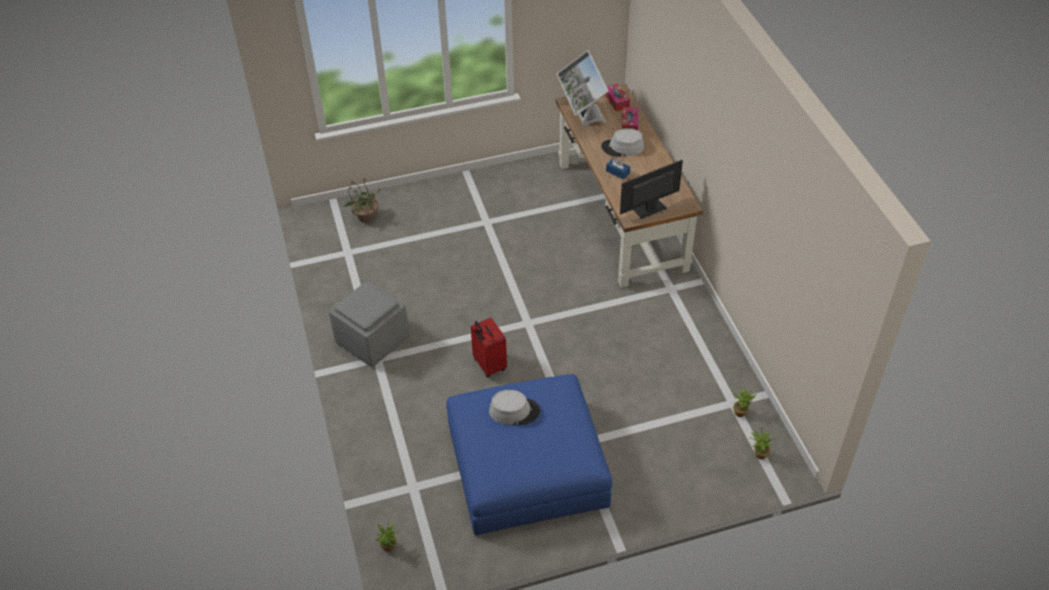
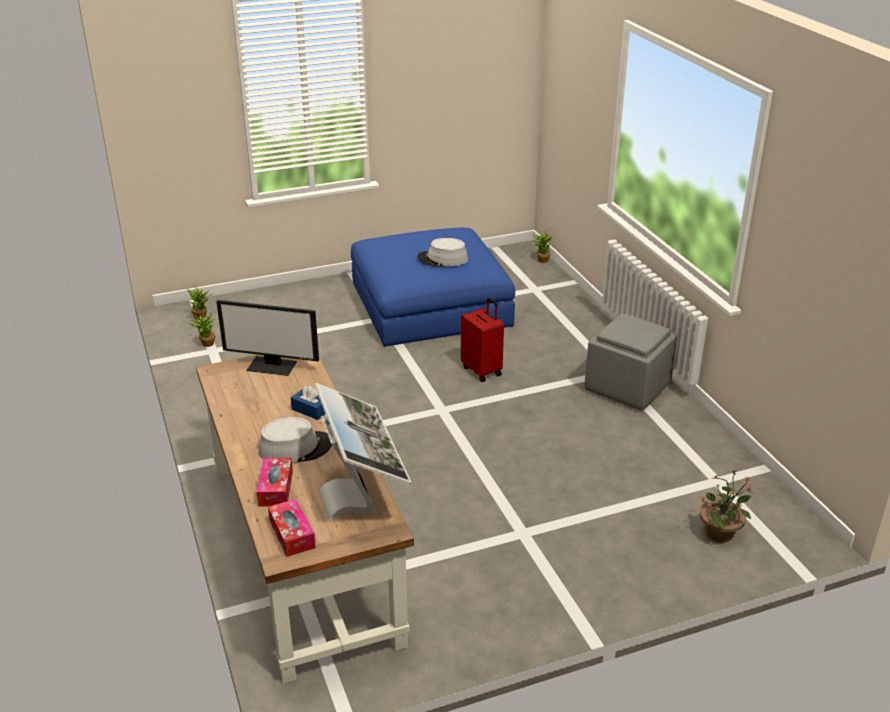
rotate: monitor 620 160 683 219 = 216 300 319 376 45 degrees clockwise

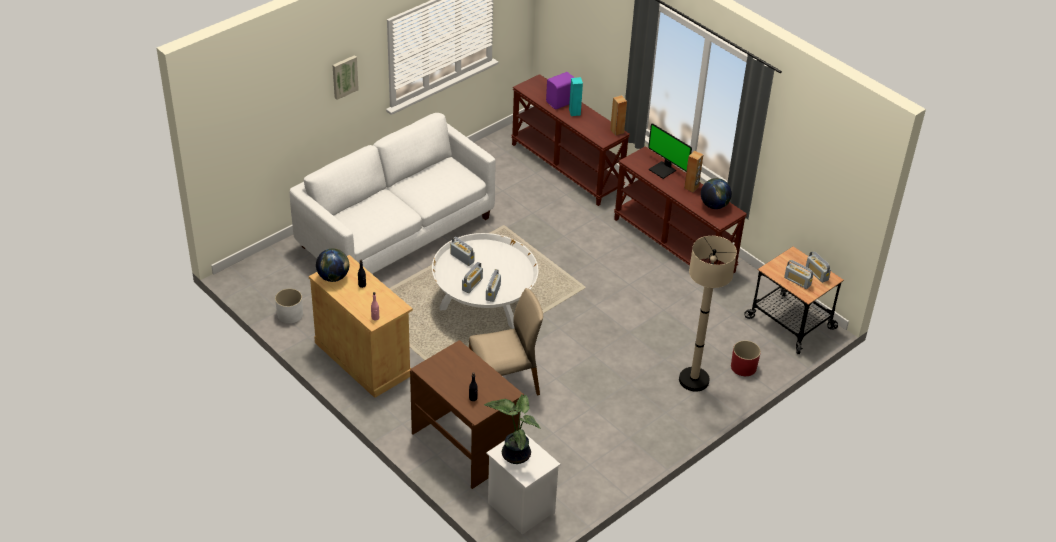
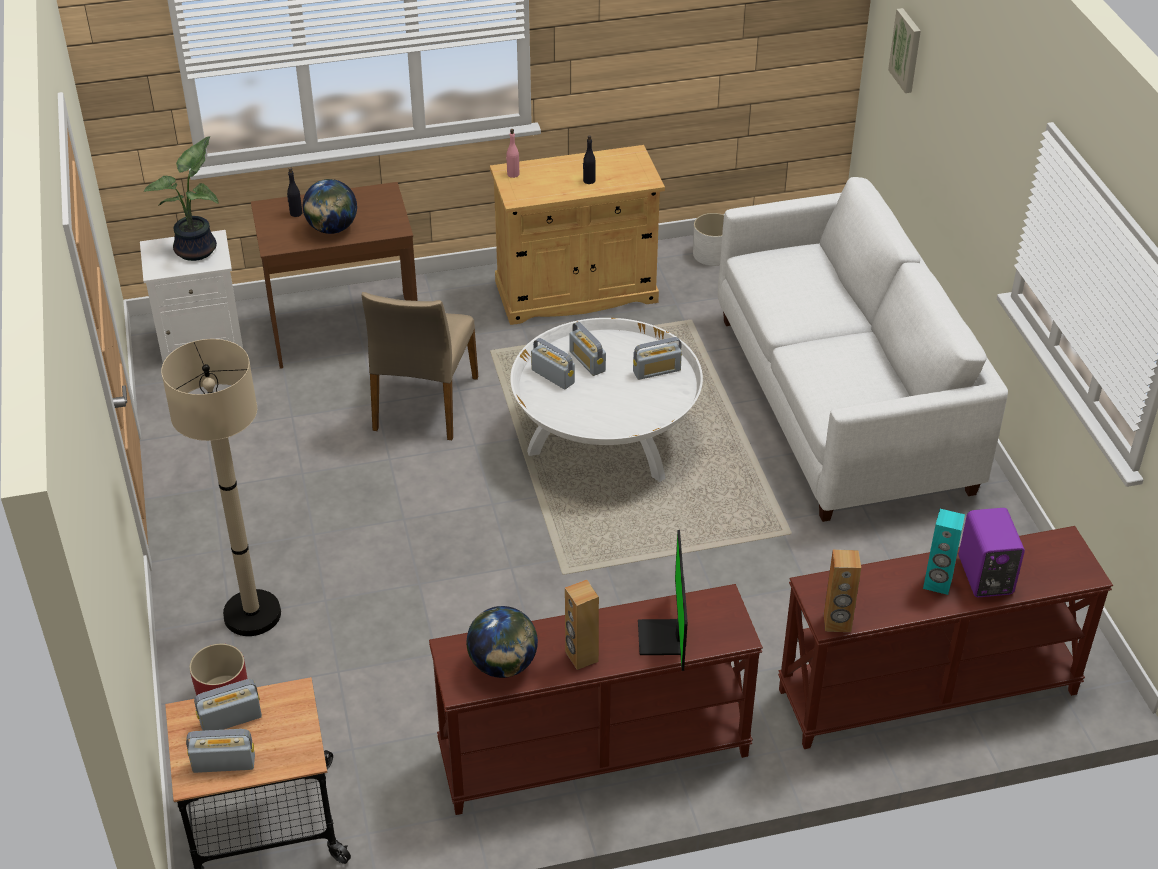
move: globo terráqueo 316 248 349 282 to 303 179 357 234; cuadro 333 55 359 100 to 888 8 921 93
rotate: monitor 648 123 692 179 = 638 530 688 671 75 degrees counterclockwise

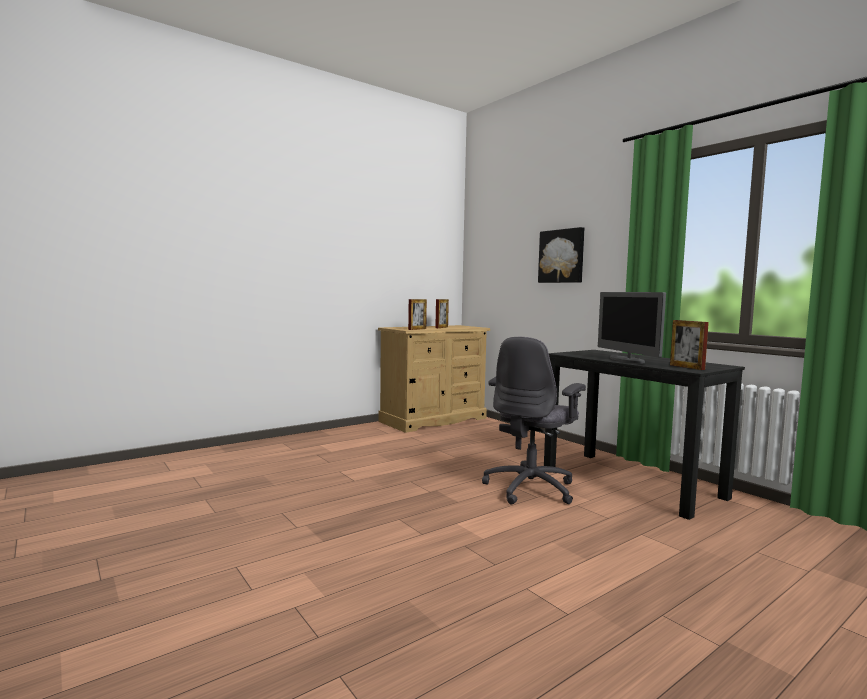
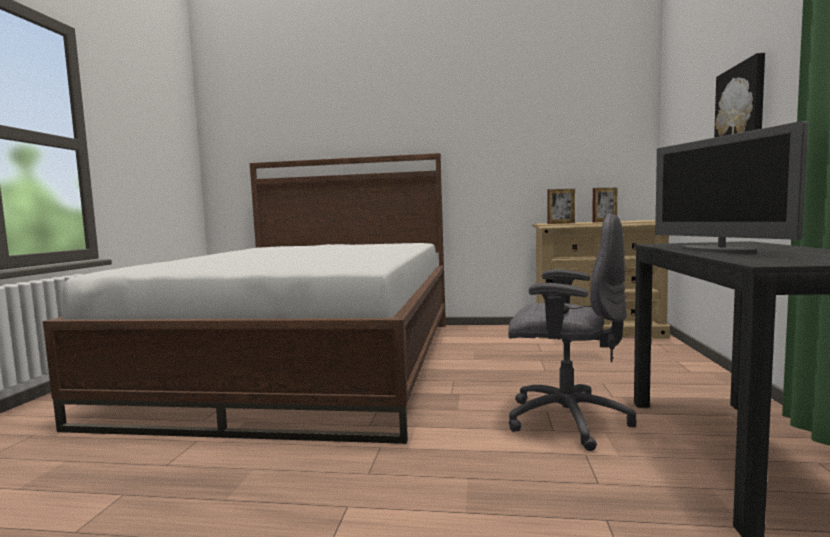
delete: portarretratos 670 320 709 370
insert: cama 43 153 446 444
rotate: silla de oficina [gris] 482 337 586 505 = 508 213 636 451 150 degrees counterclockwise; monitor 598 292 666 363 = 655 121 808 253 45 degrees counterclockwise

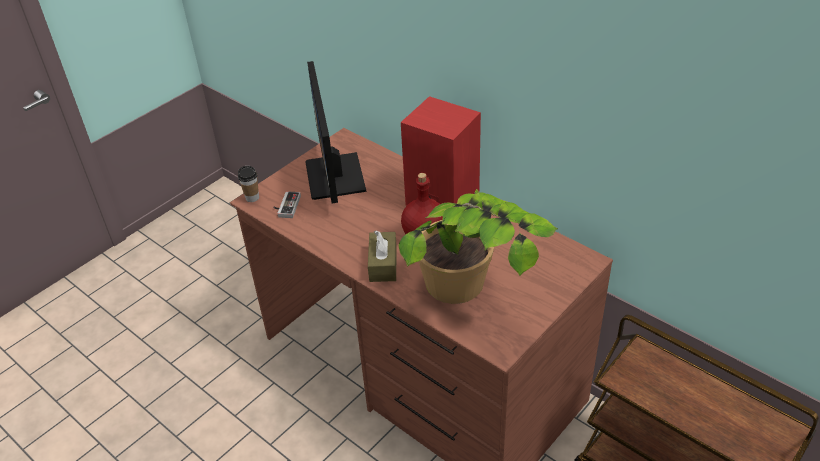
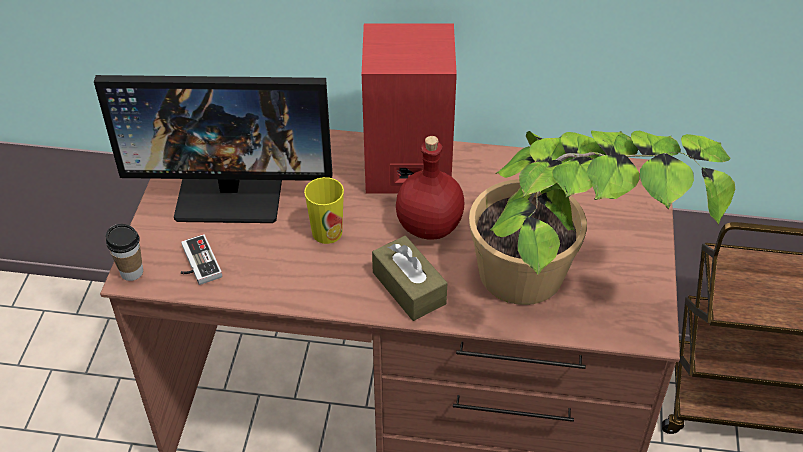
insert: taza 304 177 344 244
rotate: monitor 305 61 366 204 = 94 75 332 223 45 degrees counterclockwise

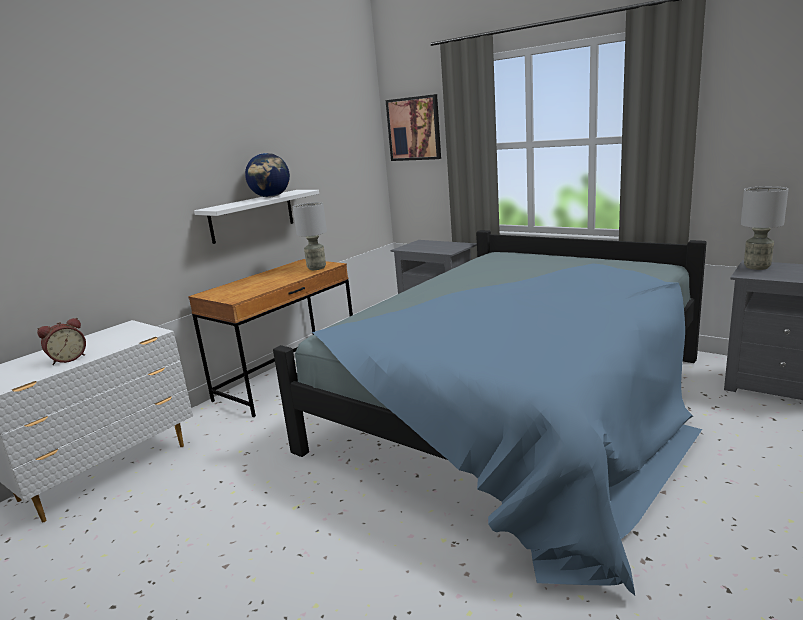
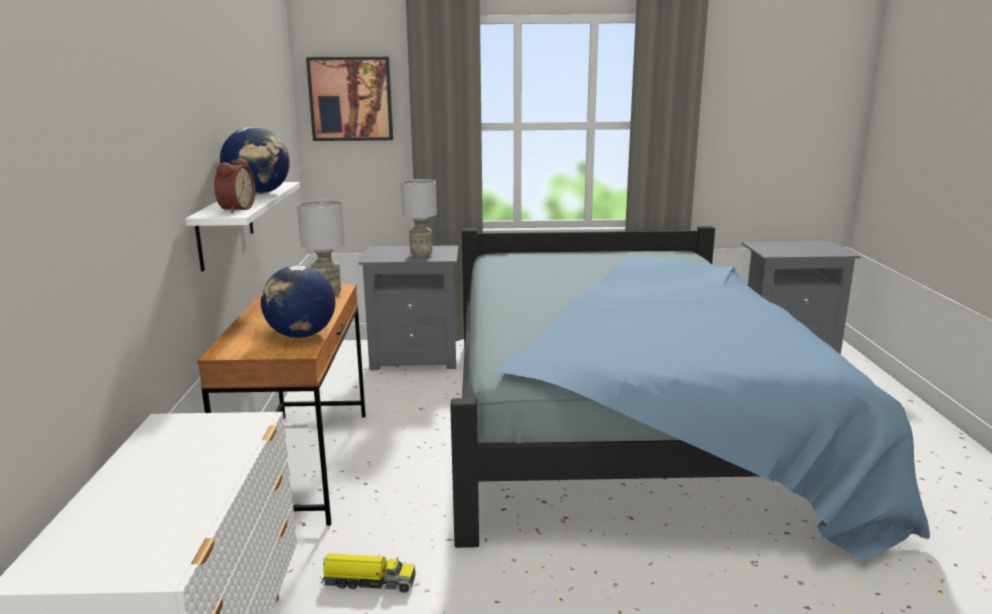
insert: globo terráqueo 261 266 335 338; camión de juguete 320 553 416 593
move: despertador 37 318 86 365 to 214 158 256 213; lámpara de mesa [gris] 741 186 788 270 to 401 179 437 257

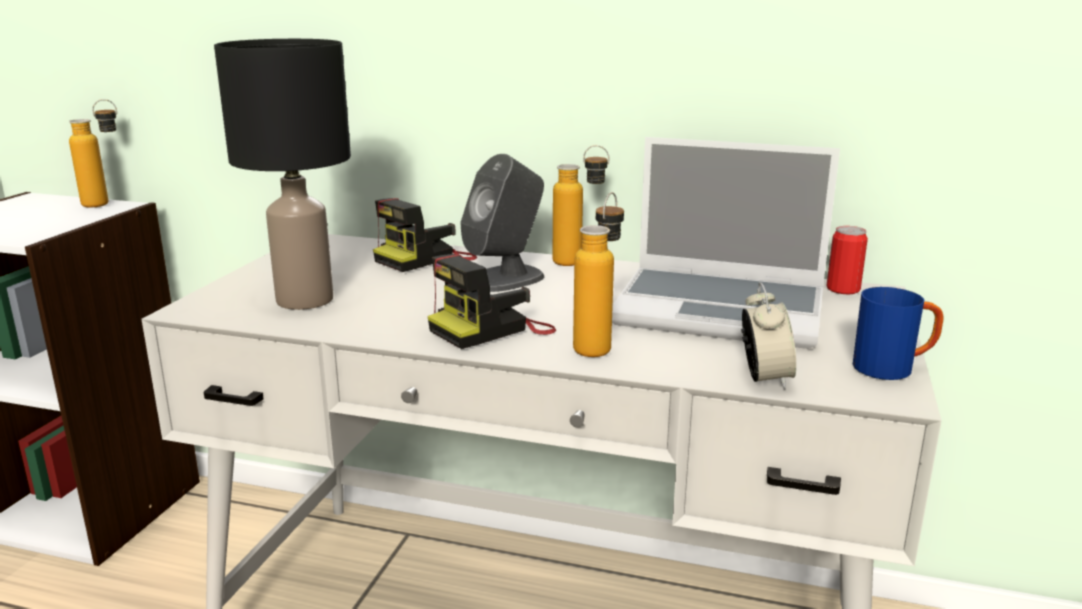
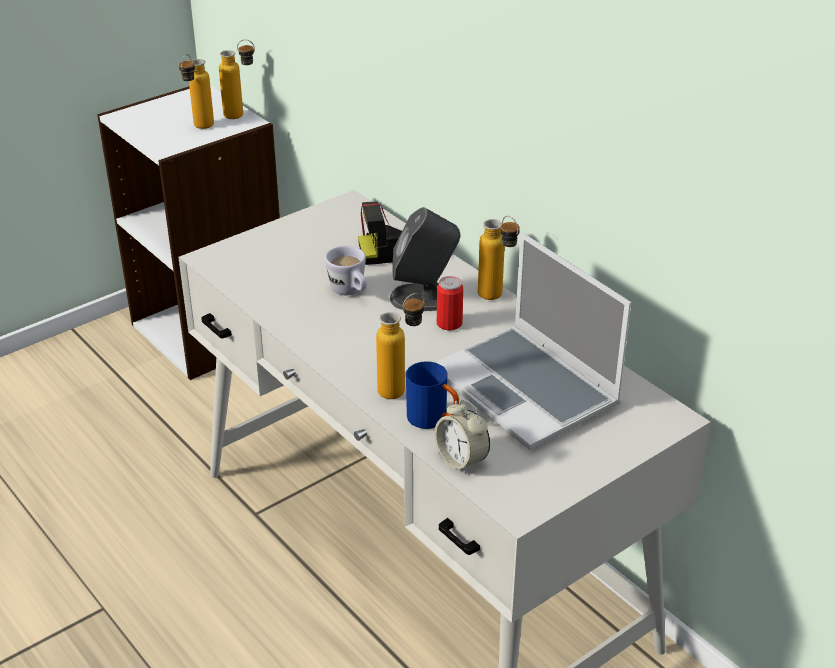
delete: lámpara de mesa [negro] 214 39 351 310; cámara 427 254 556 349
insert: botella 179 54 214 129; taza grande [blanco] 325 246 367 295
move: taza grande [azul] 853 287 943 380 to 406 361 459 429; lata 826 226 868 294 to 437 276 463 330
rotate: despertador 741 282 796 390 = 435 398 490 474 105 degrees clockwise

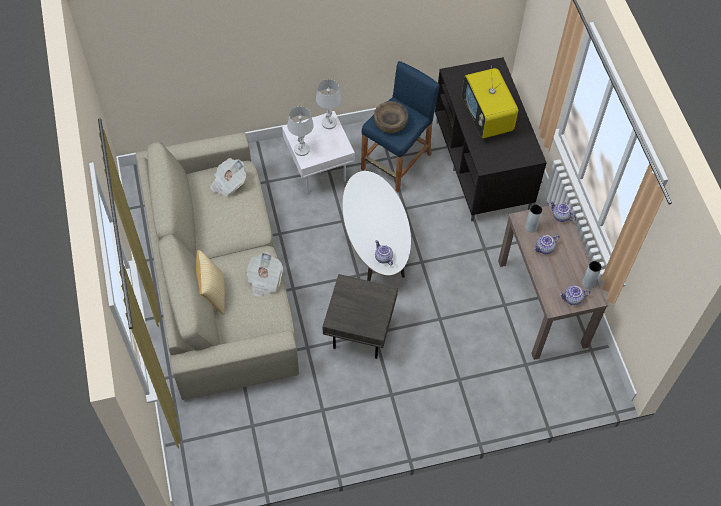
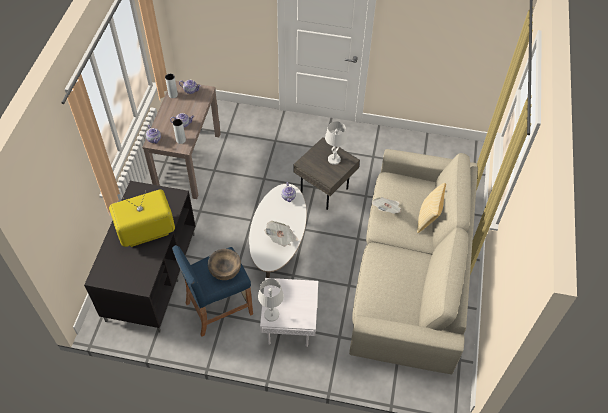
move: periódico 210 158 246 197 to 264 221 298 247; lámpara de mesa [blanco] 287 106 314 156 to 325 121 347 165
rotate: televisor 462 65 518 139 = 109 189 175 247 120 degrees counterclockwise

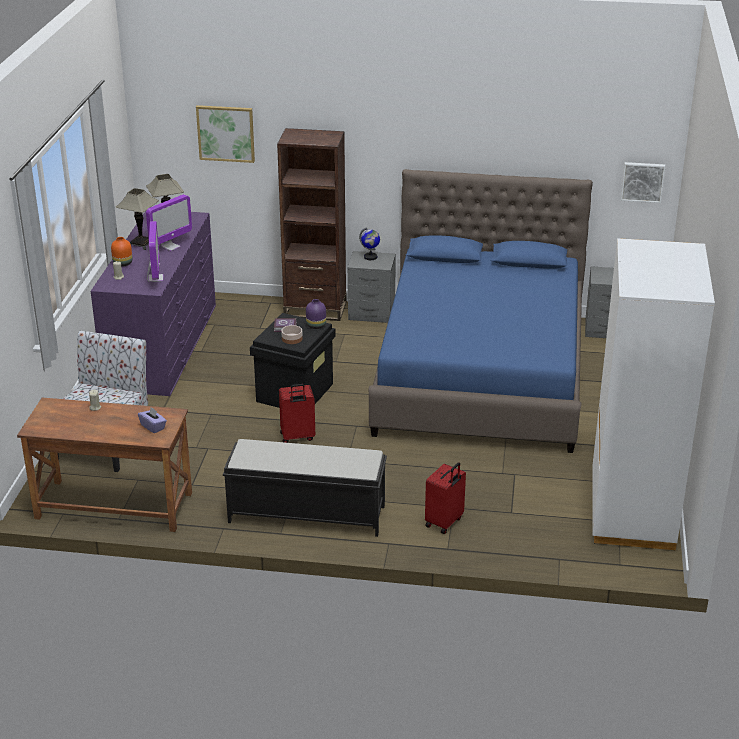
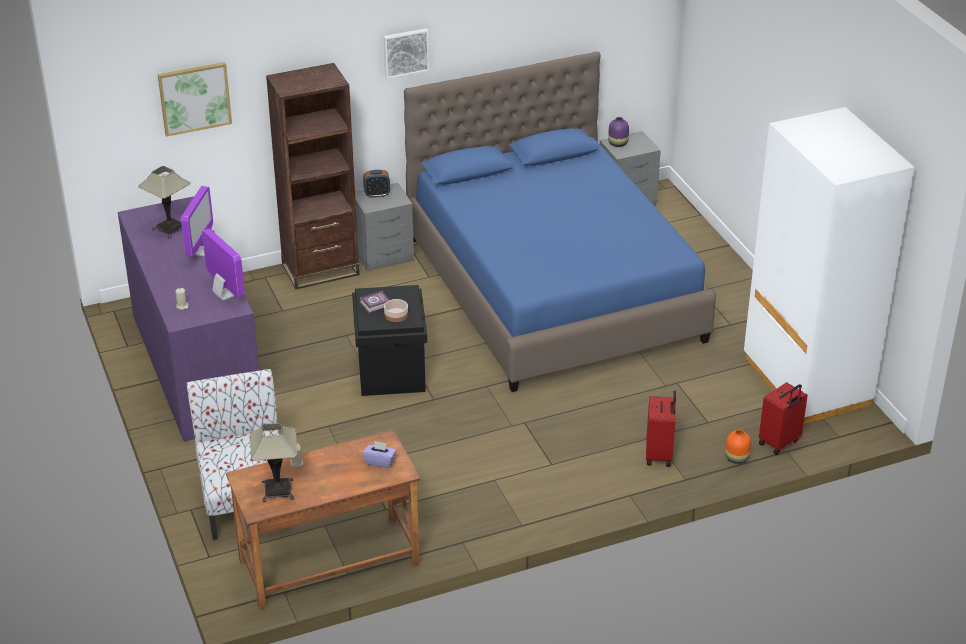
delete: banco [negro] 223 439 387 537
move: lámpara de mesa 116 188 159 250 to 250 423 297 502; cuadro 621 162 666 203 to 383 28 429 79; florero [morado] 306 299 326 329 to 608 117 629 147; florero [naranja] 111 237 132 267 to 725 429 751 464; maleta [rojo] 279 384 315 443 to 759 382 808 455
replace: globo terráqueo 359 227 380 260 to despertador 363 170 390 198

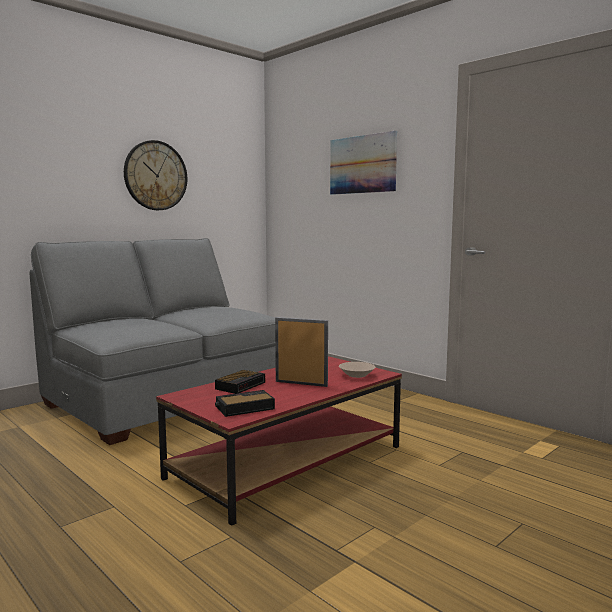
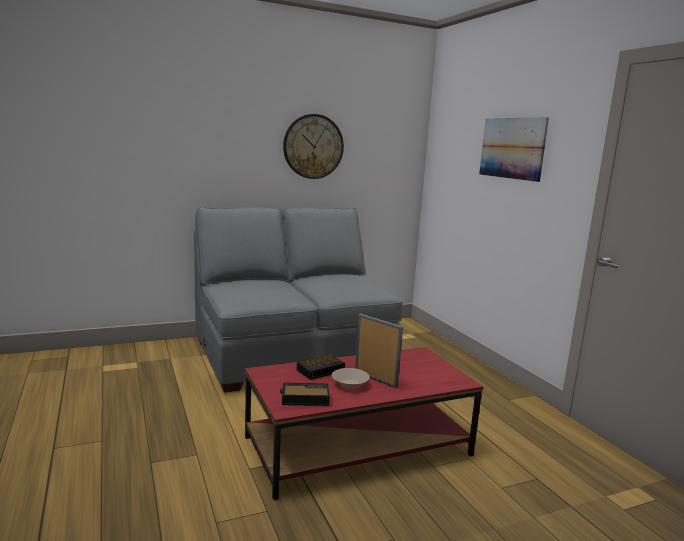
move: cuenco [beis] 339 362 375 378 to 332 368 370 389

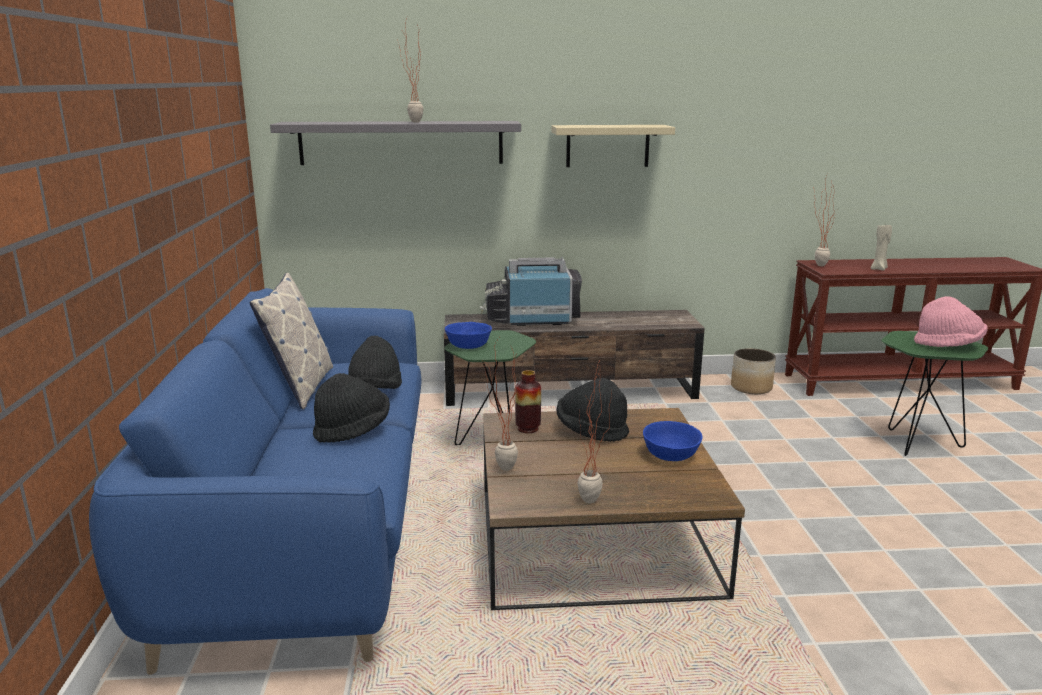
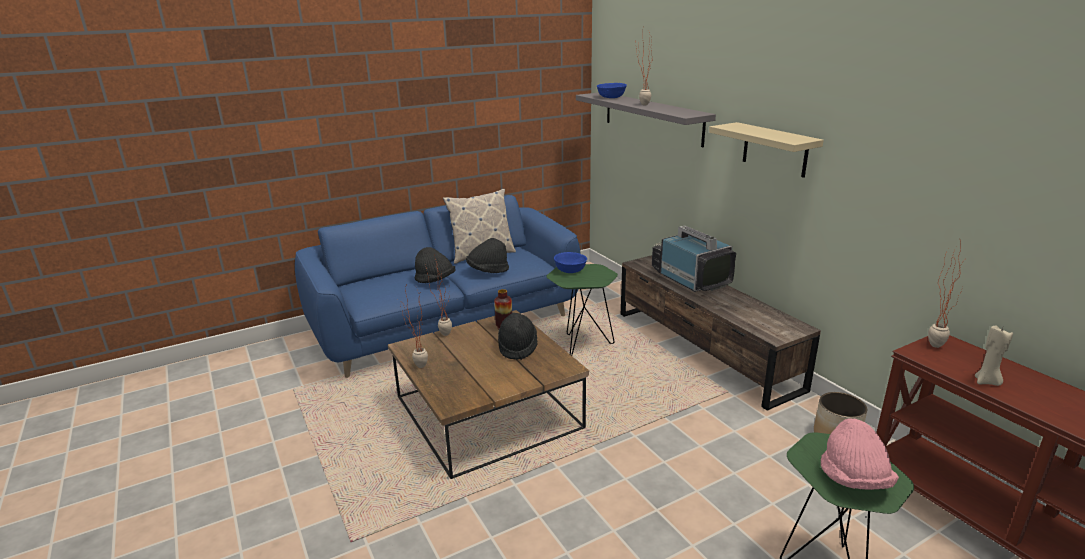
move: cuenco [azul] 643 421 702 461 to 597 83 627 98

